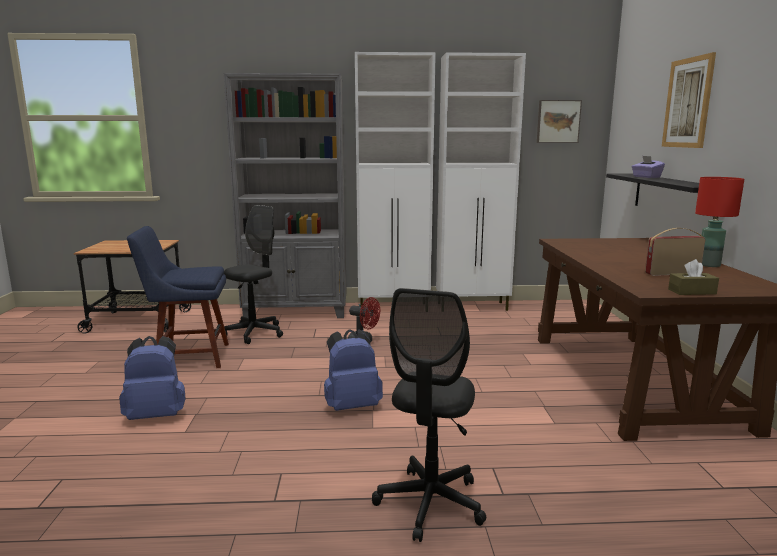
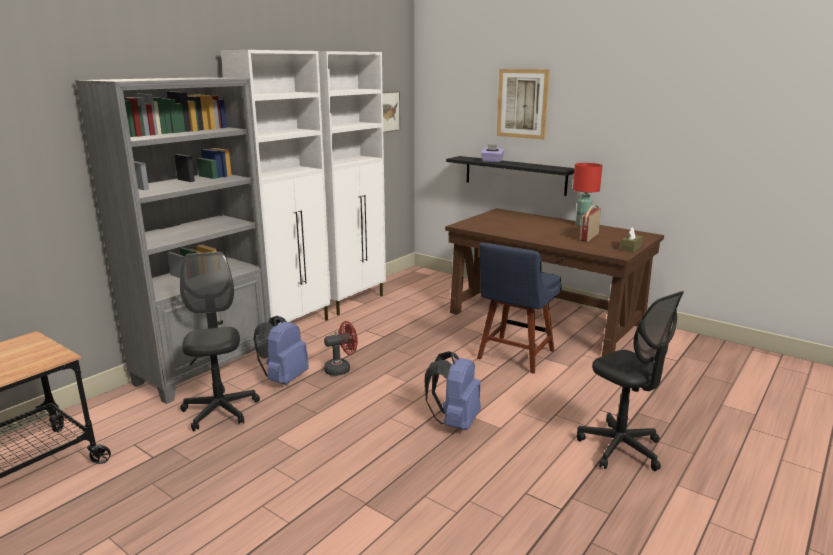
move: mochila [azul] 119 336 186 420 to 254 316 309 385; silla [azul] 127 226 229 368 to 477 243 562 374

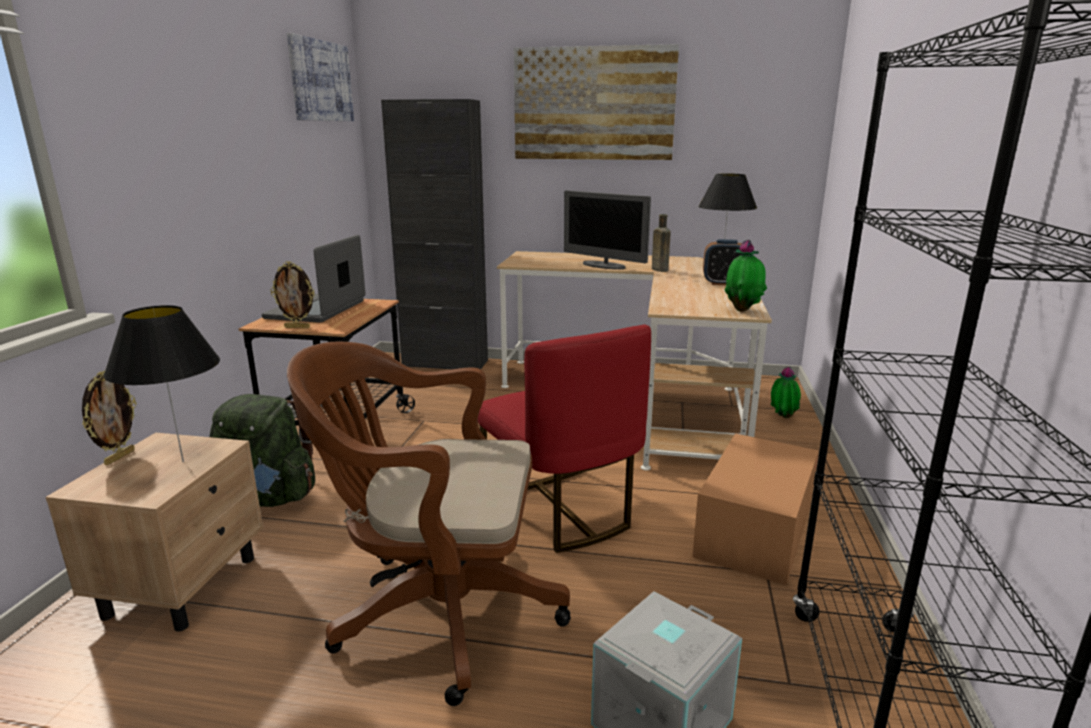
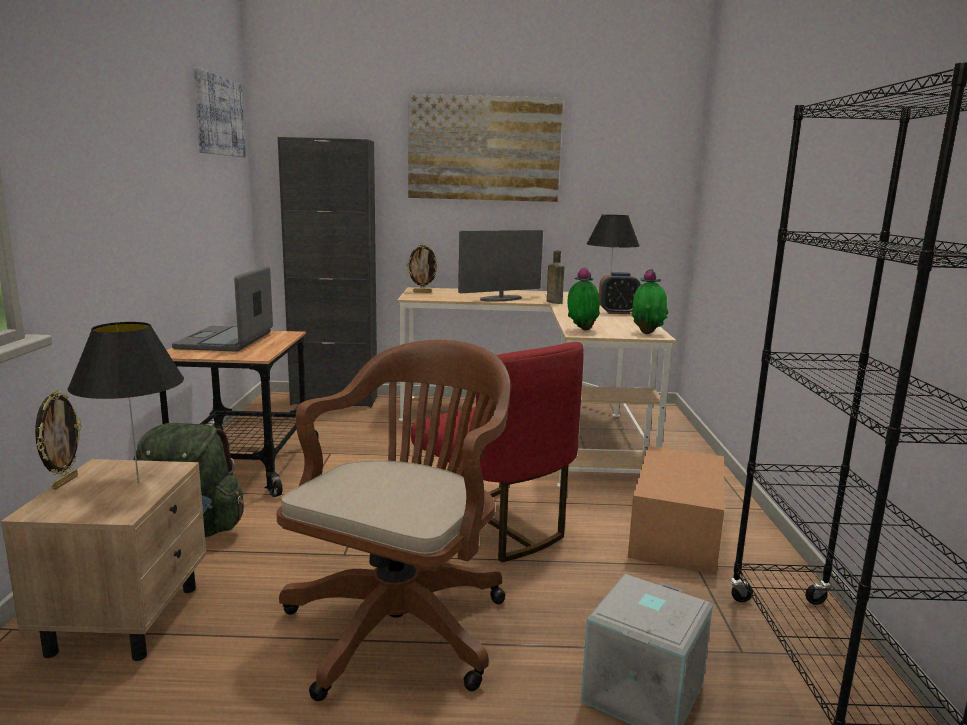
move: portarretratos 270 261 315 328 to 407 243 439 293; planta en maceta 771 367 801 418 to 567 267 600 331
rotate: silla de oficina [marrón] 287 341 571 706 = 277 340 511 701 120 degrees clockwise; monitor 564 190 651 270 = 458 230 543 302 120 degrees clockwise

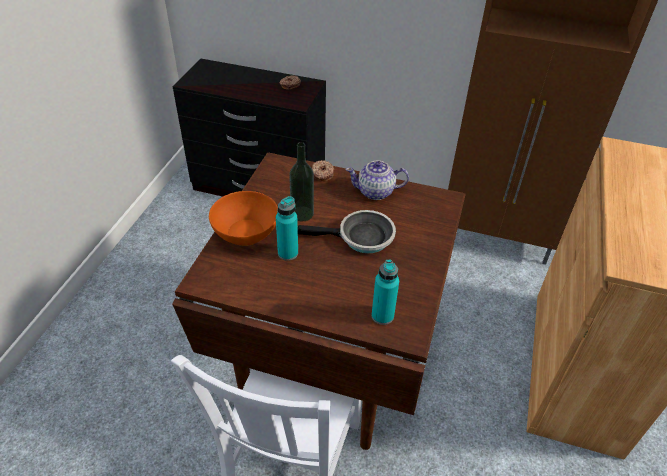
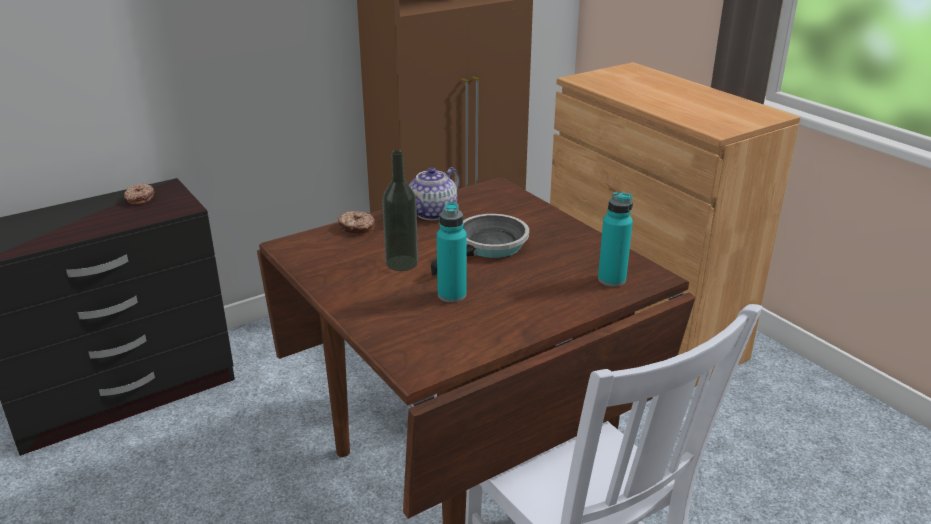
delete: cuenco [naranja] 209 191 278 246

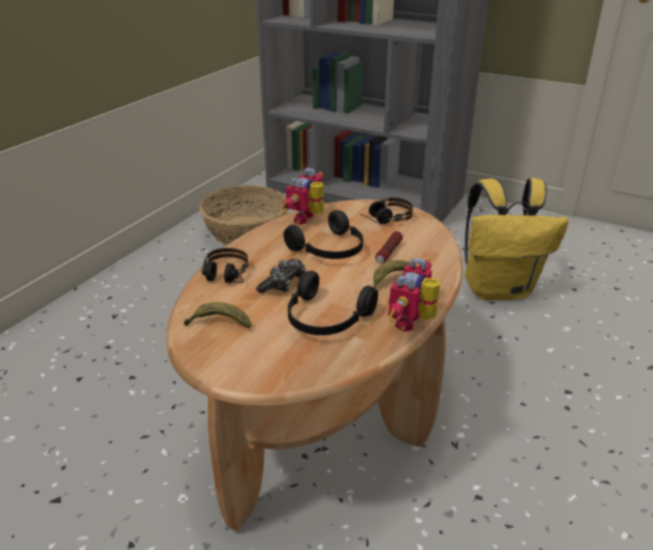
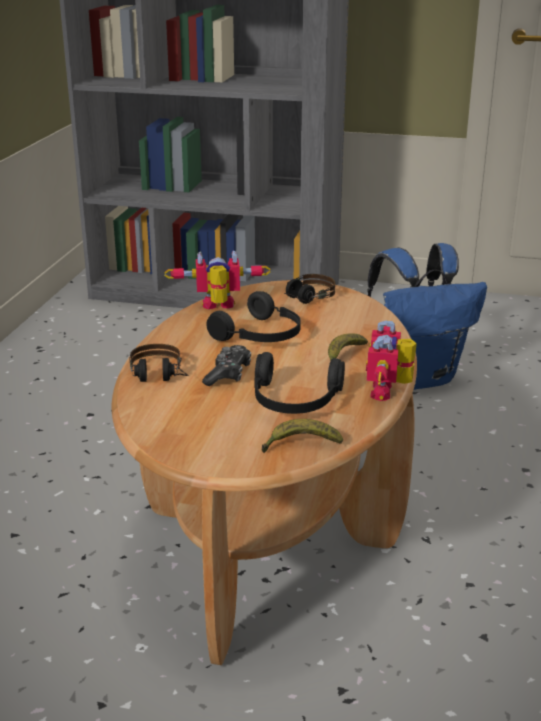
delete: cesta 199 185 287 245; linterna 375 231 403 264
move: plátano 184 302 251 328 to 262 419 343 453
recolor: mochila [amarillo] 465 178 568 300 to mochila [azul] 367 243 487 390
rotate: robot de juguete 282 168 324 225 = 164 251 270 309 75 degrees clockwise

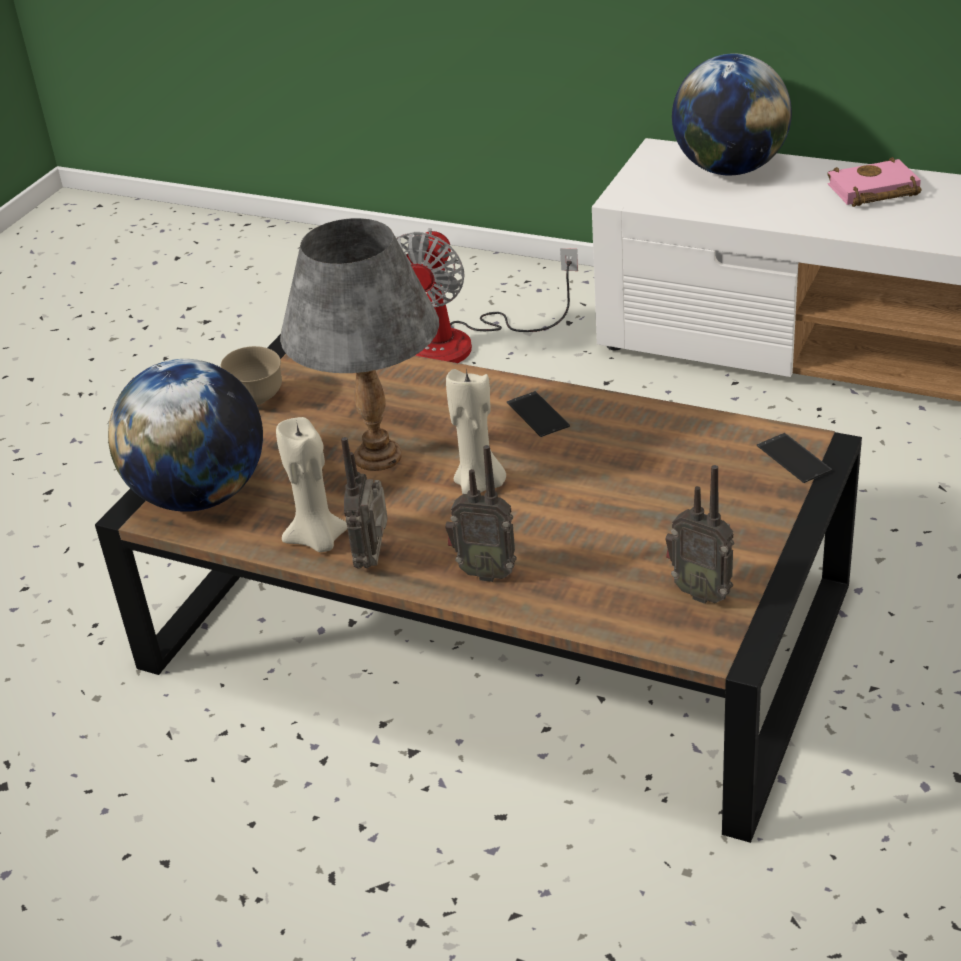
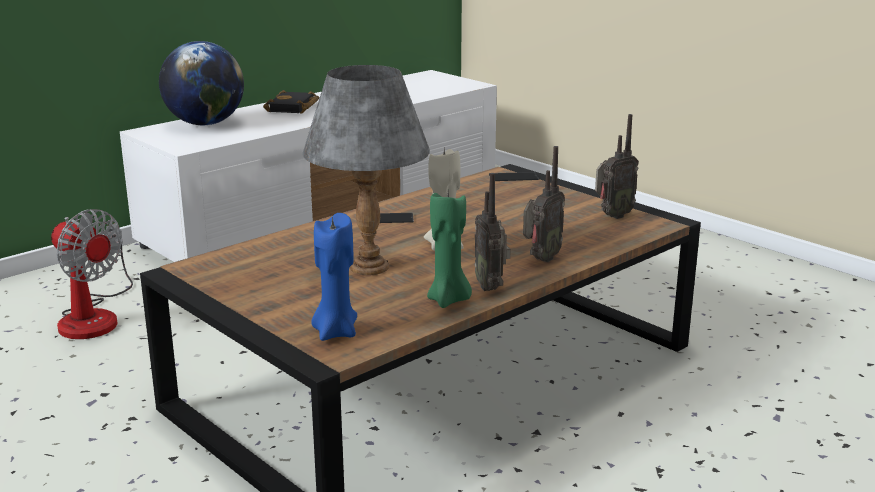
delete: cuenco [marrón] 220 346 282 405
replace: globo terráqueo 108 359 263 512 to vela [azul] 311 213 357 341
recolor: libro [rosa] 827 157 921 207 to libro [negro] 263 90 319 114; vela [beis] 276 417 347 552 to vela [verde] 427 191 472 308
rotate: radio 341 437 388 569 = 475 173 511 291 45 degrees clockwise

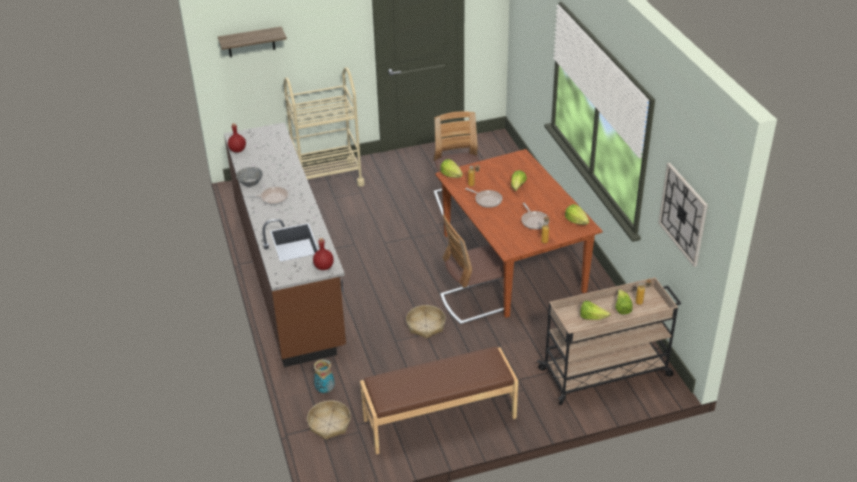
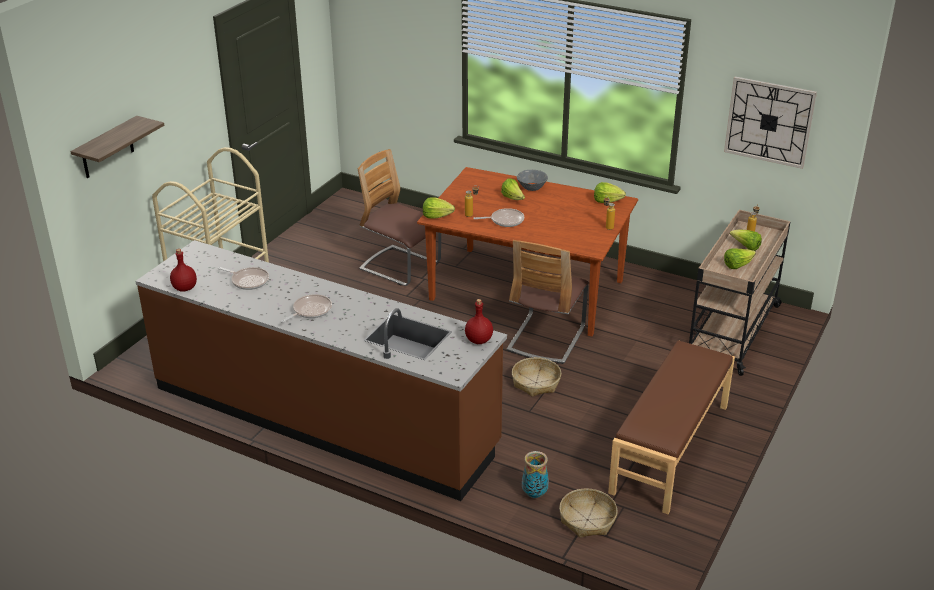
move: sartén 521 203 549 229 to 218 267 269 290; cuenco [gris] 236 167 263 187 to 517 170 548 191

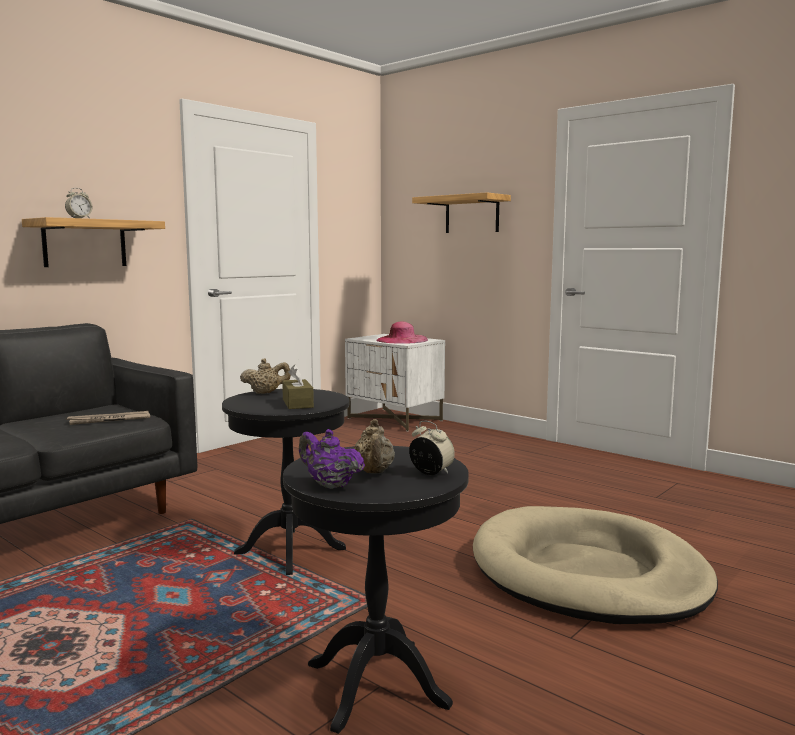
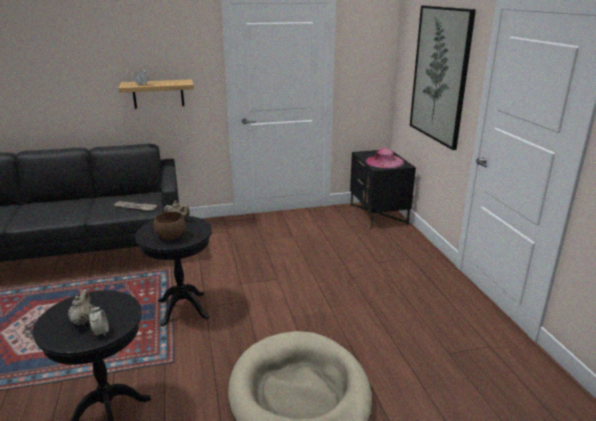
delete: tetera [morado] 299 429 365 489
replace: caja de pañuelos [marrón] 282 365 314 409 to cuenco [marrón] 154 211 185 240; estante 412 192 511 233 to cuadro 410 6 476 150
recolor: mesita de noche [blanco] 345 334 445 431 to mesita de noche [negro] 350 150 416 229
rotate: tetera [beis] 354 419 395 473 = 68 289 93 325 150 degrees clockwise

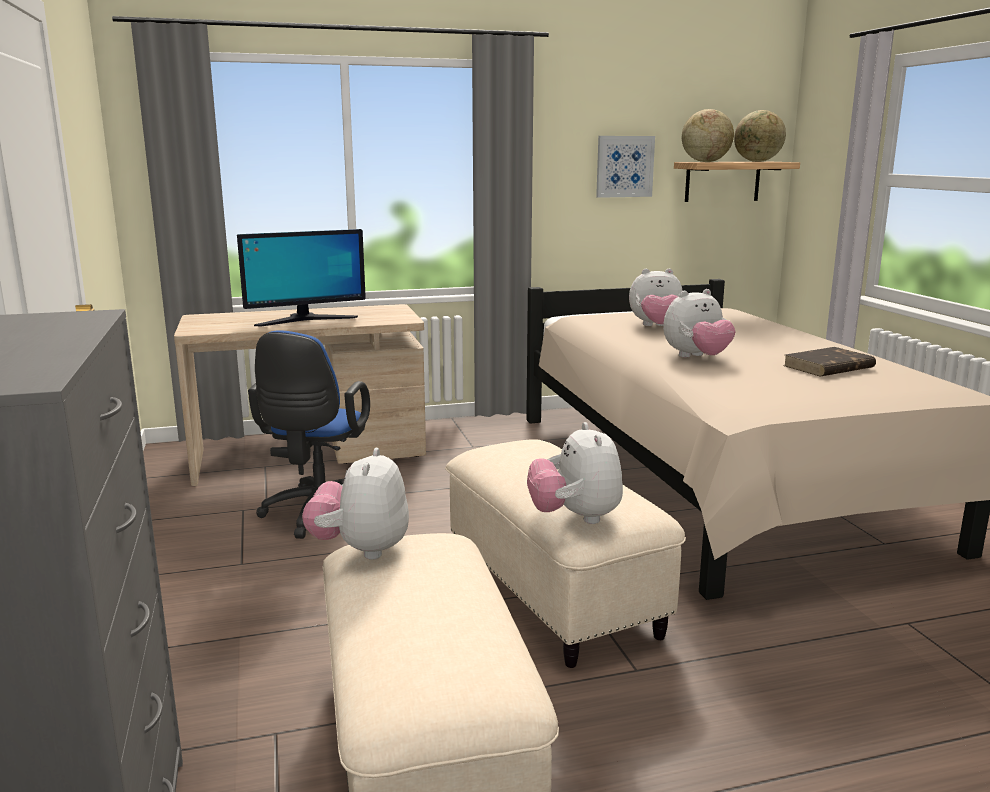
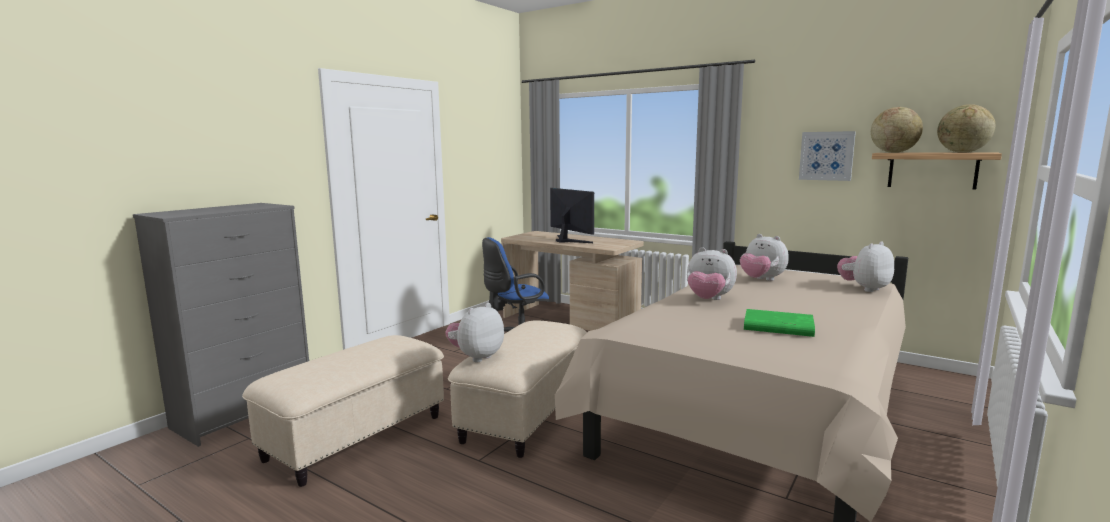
move: peluche 302 448 409 560 to 837 241 894 292
recolor: libro [marrón] 783 347 876 376 to libro [verde] 744 309 815 337
rotate: monitor 237 229 366 327 = 550 188 594 243 150 degrees counterclockwise

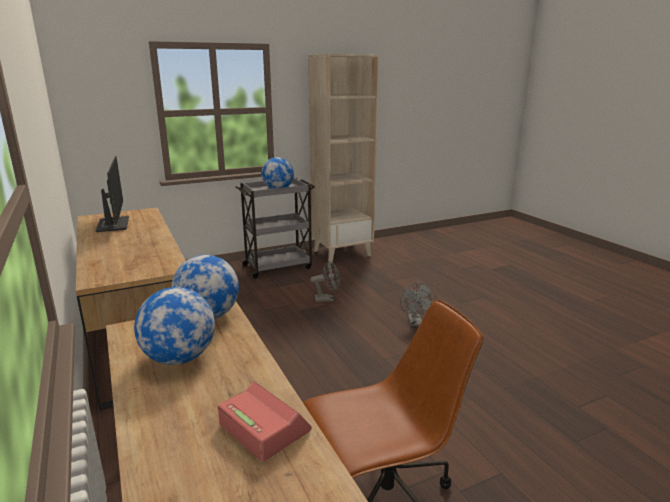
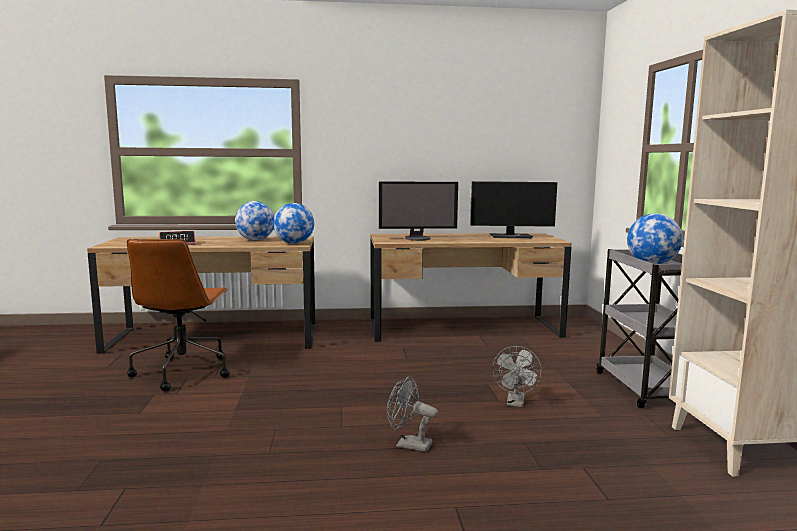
insert: monitor 379 181 458 241

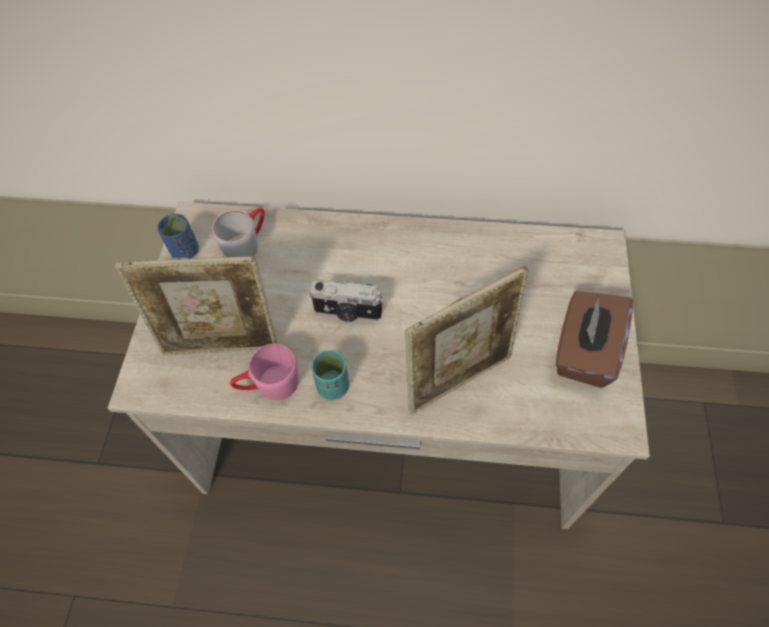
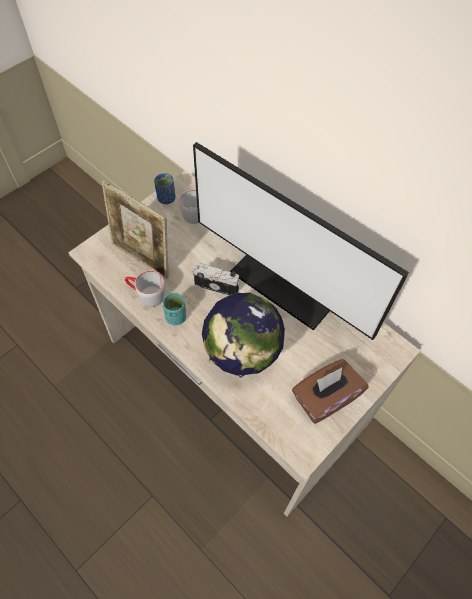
insert: monitor 193 142 409 340
replace: portarretratos 405 266 529 414 to globo terráqueo 202 293 285 378
recolor: taza grande [rosa] 230 344 299 400 to taza grande [gris] 125 270 165 307
rotate: cámara 309 280 384 322 = 192 263 240 295 150 degrees clockwise

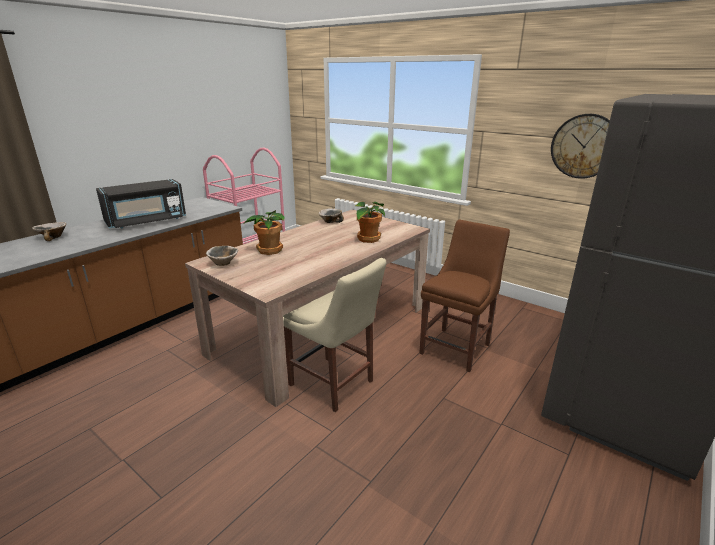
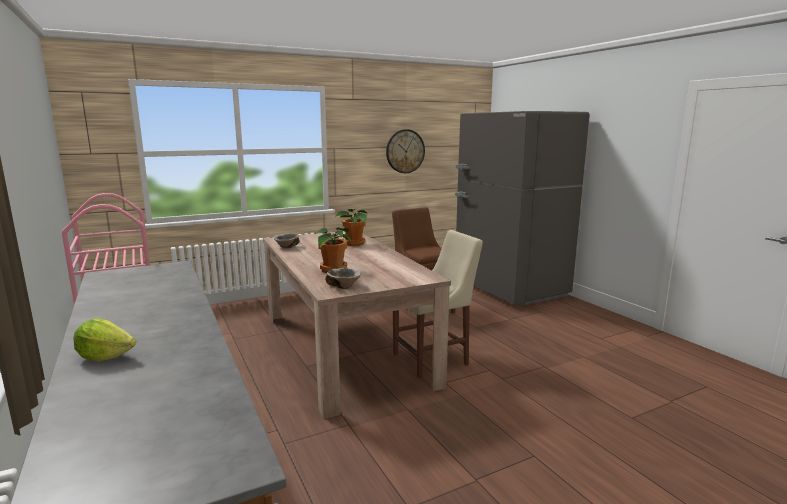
delete: microondas [negro] 96 179 186 228
replace: cuenco 32 222 66 241 to lechuga 73 318 136 361

